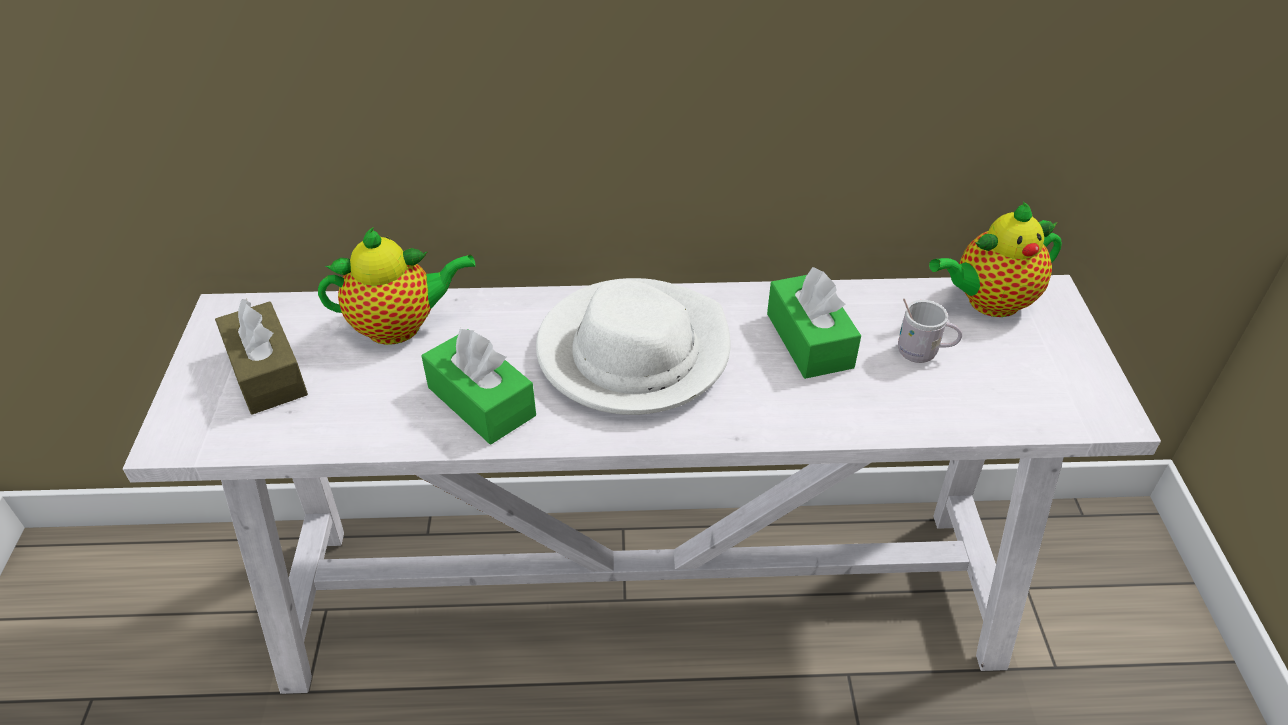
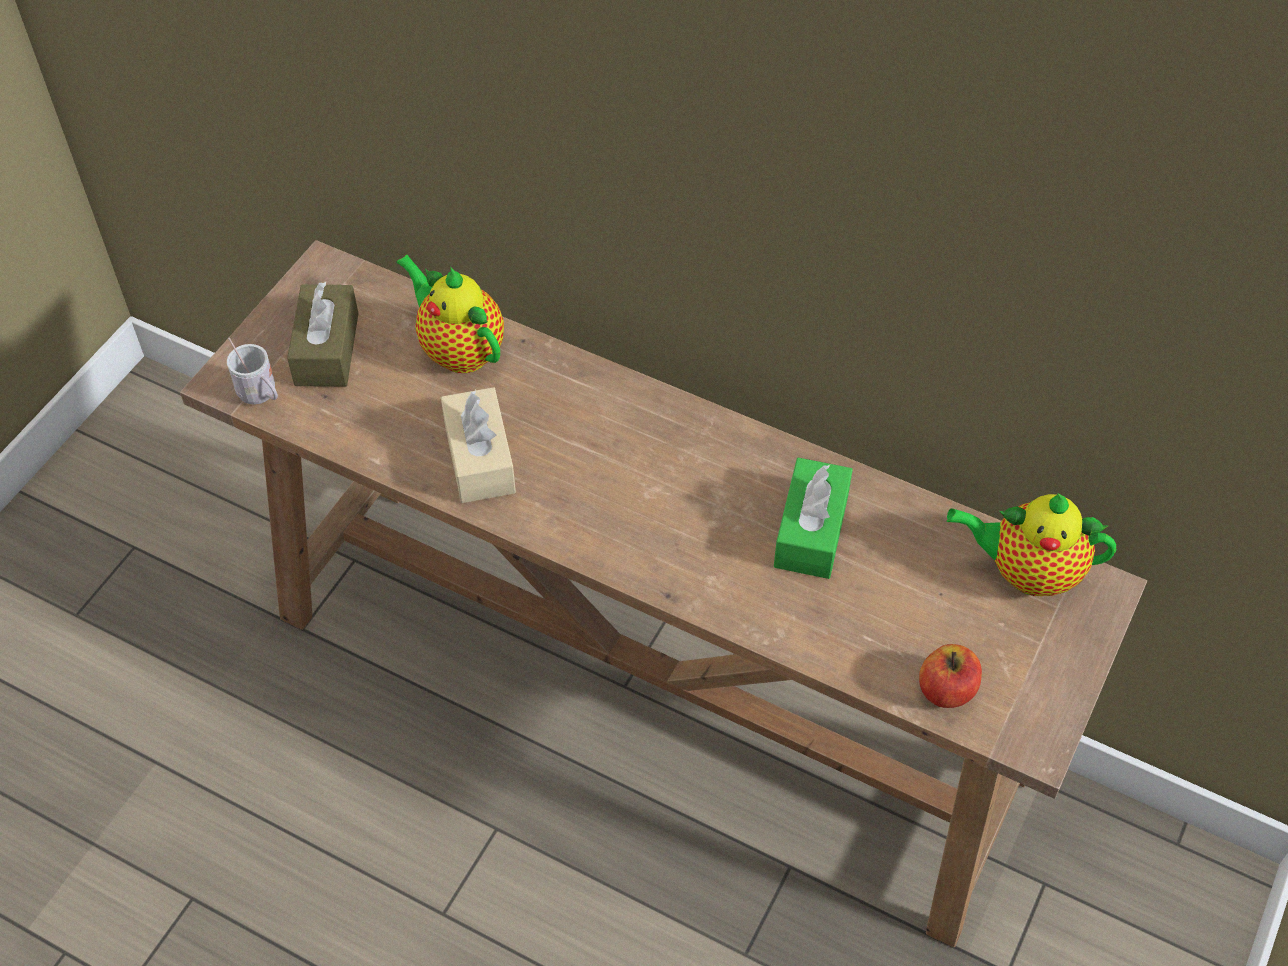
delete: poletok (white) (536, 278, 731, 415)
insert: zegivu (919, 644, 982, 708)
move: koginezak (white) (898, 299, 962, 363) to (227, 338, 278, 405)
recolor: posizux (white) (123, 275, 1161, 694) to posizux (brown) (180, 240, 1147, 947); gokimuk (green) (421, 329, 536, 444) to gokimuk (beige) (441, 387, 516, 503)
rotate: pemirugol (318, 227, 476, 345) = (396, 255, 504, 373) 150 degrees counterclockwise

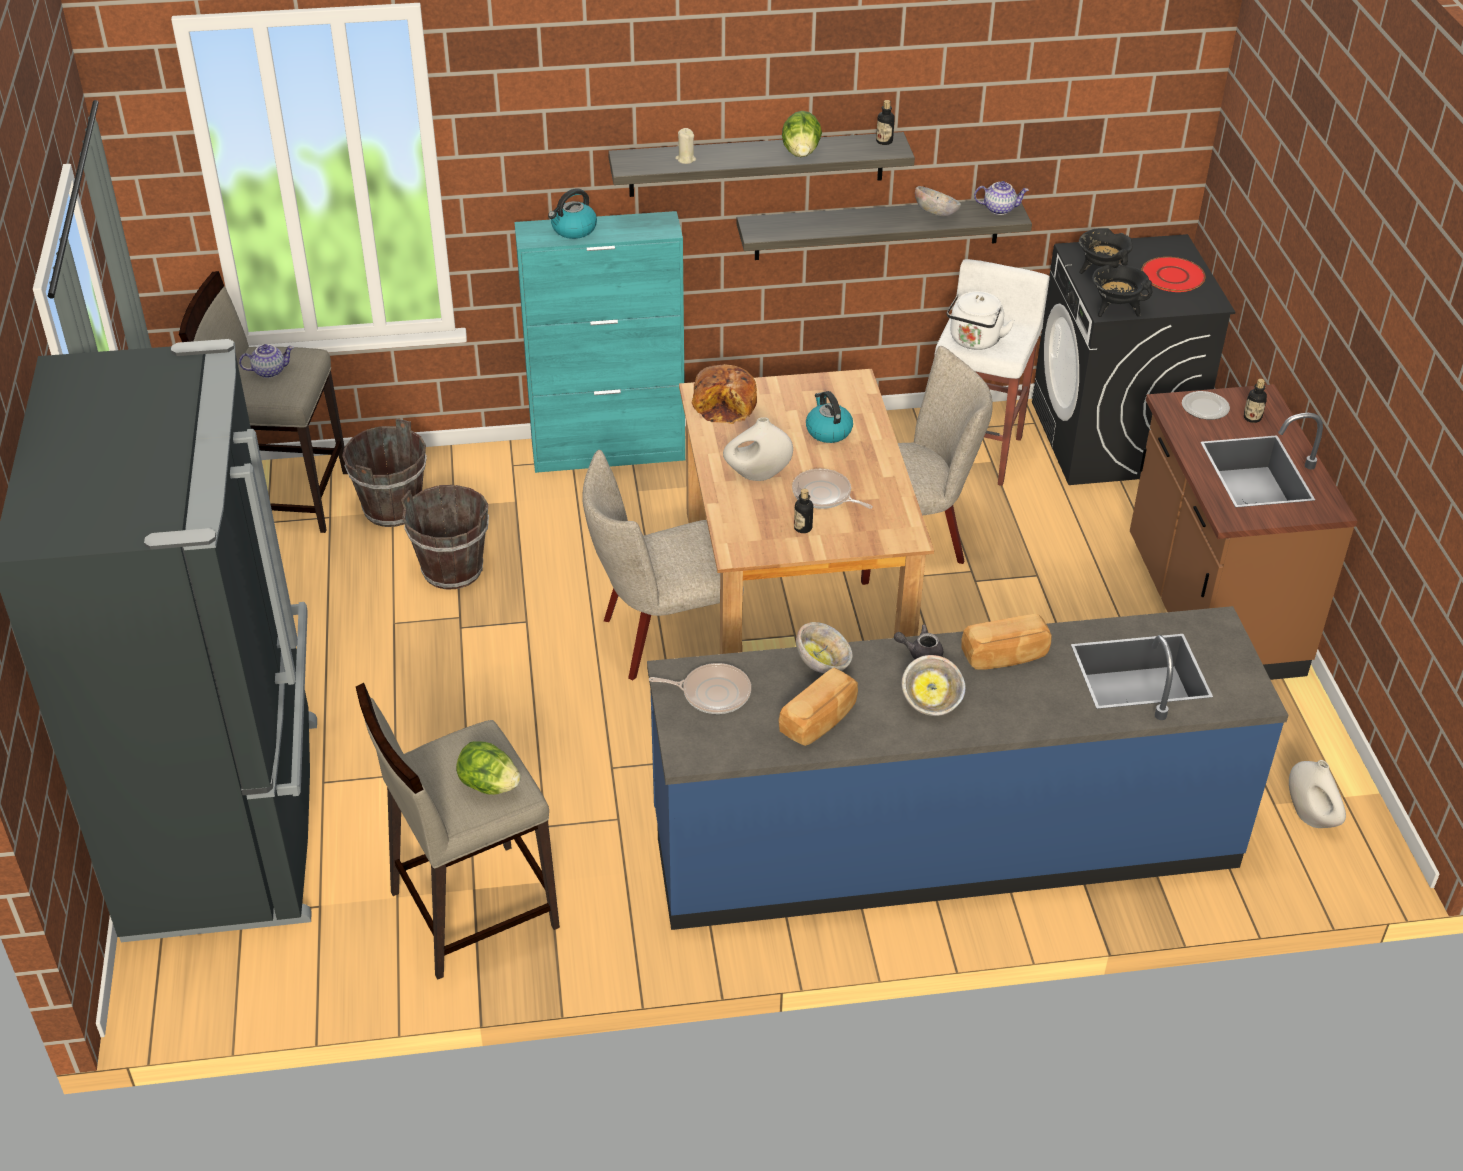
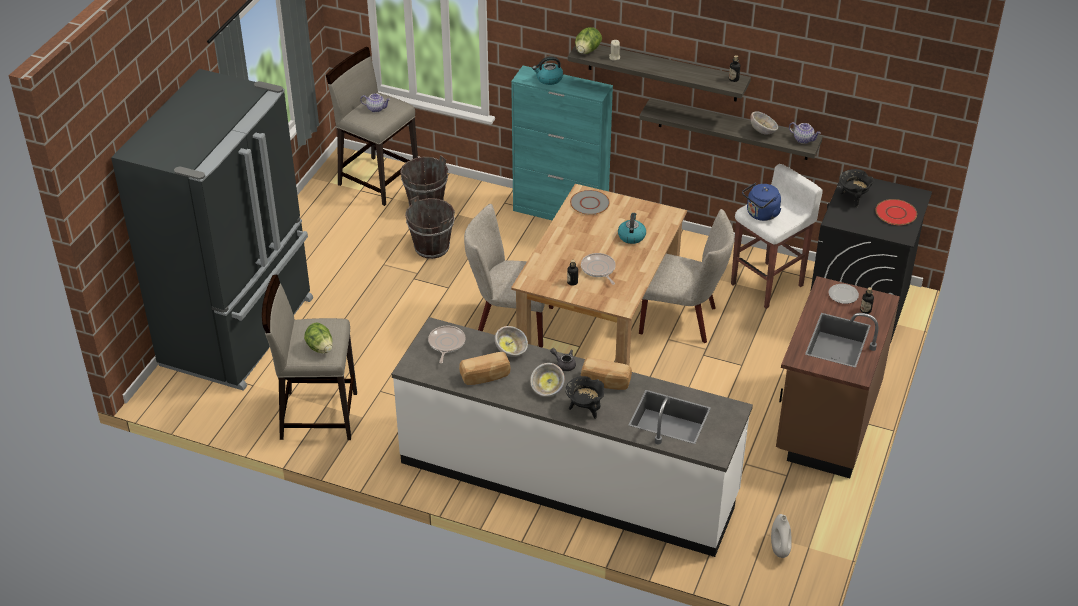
delete: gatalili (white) (723, 417, 793, 481)
move: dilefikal (782, 111, 822, 157) to (575, 27, 602, 54); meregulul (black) (1092, 265, 1152, 317) to (565, 376, 604, 419)
replace: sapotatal (691, 364, 757, 424) to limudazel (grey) (570, 190, 610, 215)
recolor: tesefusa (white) (947, 291, 1015, 350) to tesefusa (blue) (742, 183, 781, 221); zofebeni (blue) (647, 606, 1289, 930) to zofebeni (white) (392, 317, 753, 557)
rotate: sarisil (649, 663, 751, 714) = (428, 326, 466, 363) 120 degrees counterclockwise

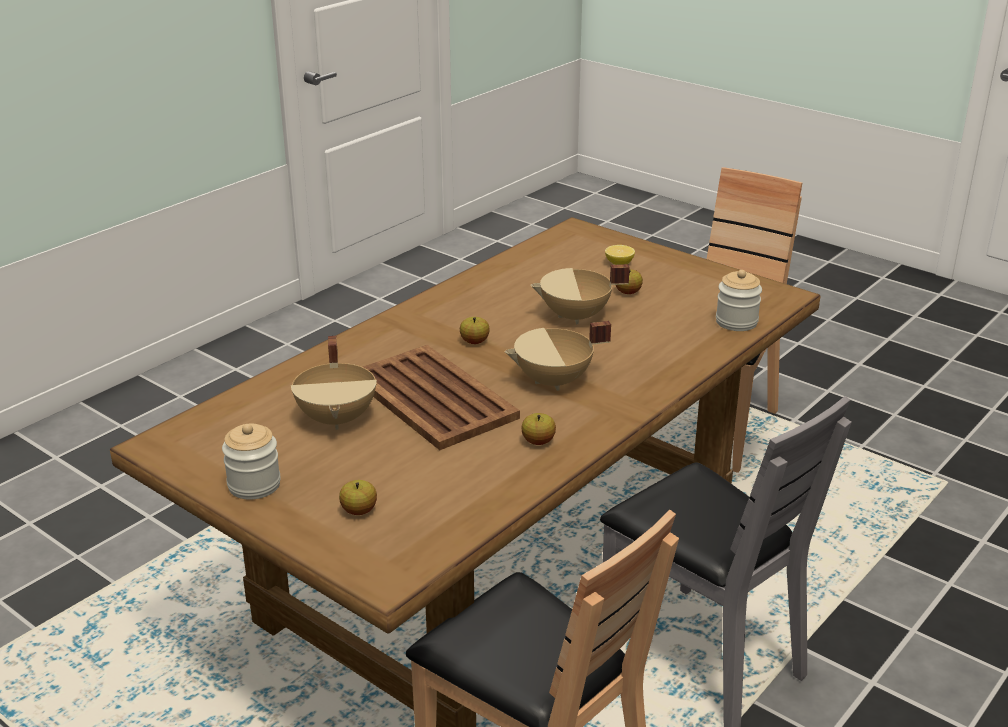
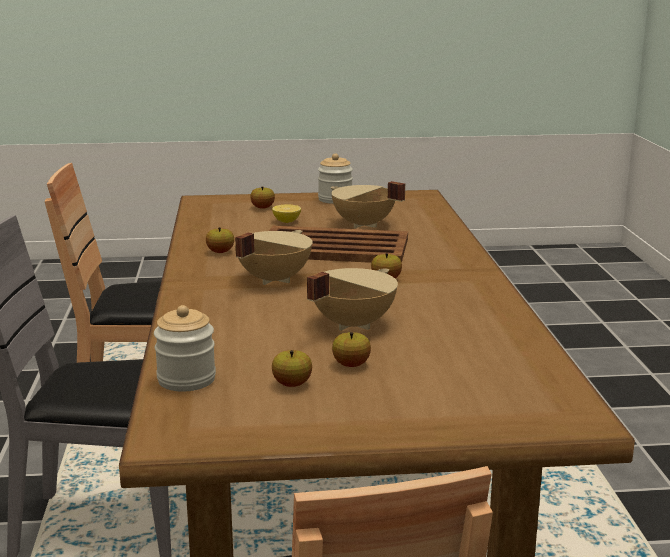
insert: zegivu (272, 350, 312, 387)
move: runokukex (605, 245, 635, 265) to (272, 205, 301, 223)

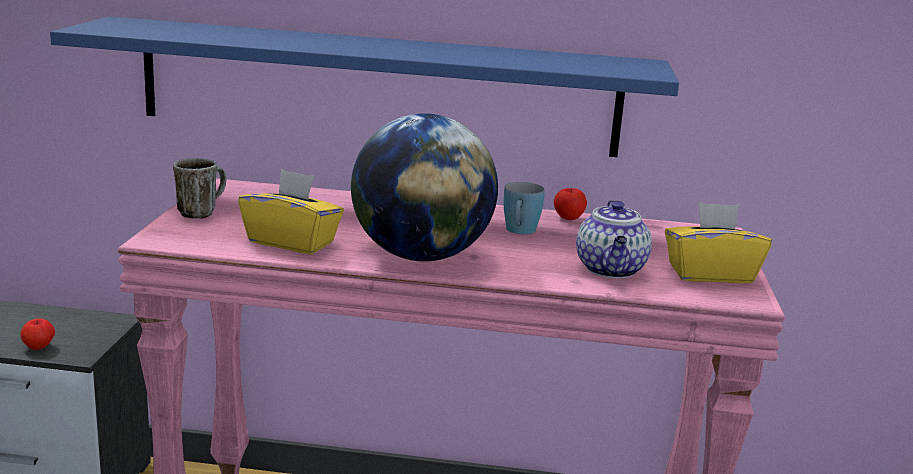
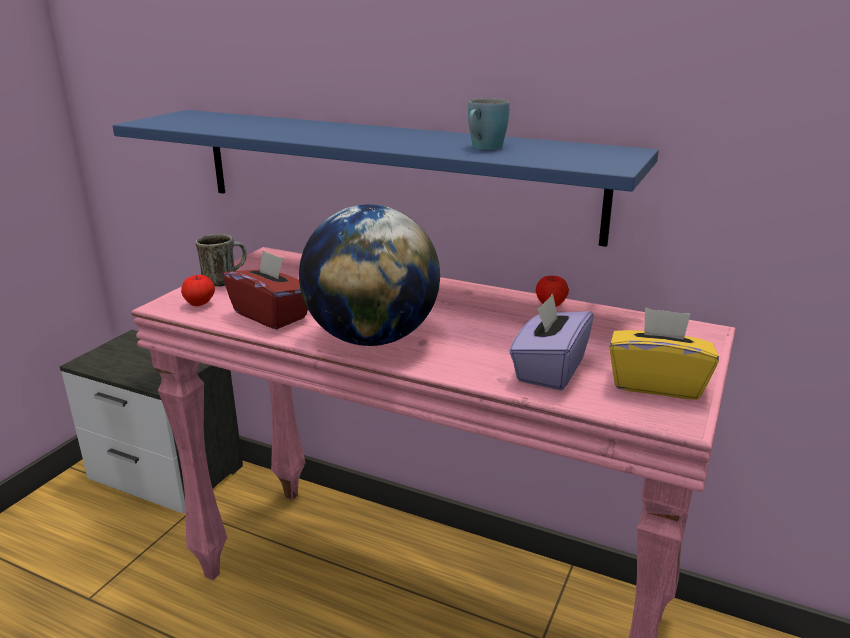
move: koginezak (blue) (504, 182, 545, 234) to (468, 98, 510, 150); zegivu (21, 318, 55, 350) to (181, 275, 215, 306)
replace: pemirugol (576, 200, 652, 278) to gokimuk (purple) (509, 293, 594, 391)
recolor: gokimuk (yellow) (238, 169, 344, 254) to gokimuk (red) (223, 250, 308, 329)

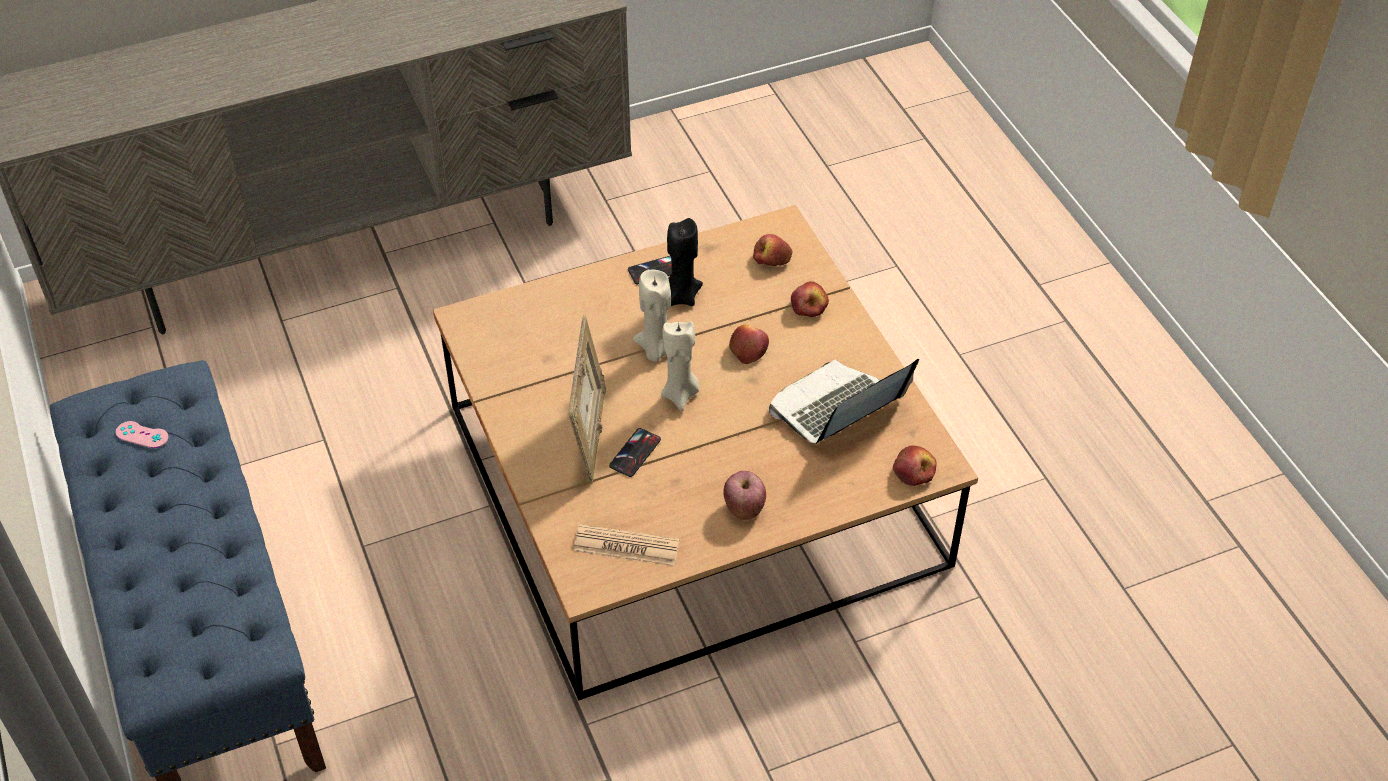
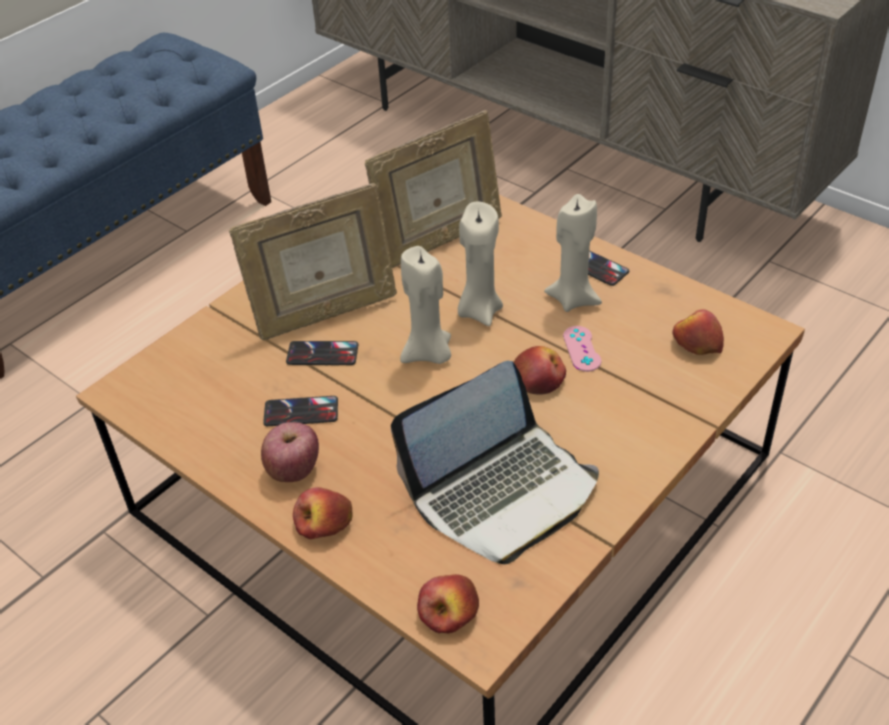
delete: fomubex (573, 524, 680, 566)
insert: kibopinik (365, 110, 502, 268); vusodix (263, 396, 338, 426)
move: zegivu (791, 281, 829, 317) to (293, 487, 352, 539); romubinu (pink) (116, 421, 168, 448) to (563, 326, 601, 372)
recolor: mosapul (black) (667, 218, 703, 306) to mosapul (beige) (544, 194, 602, 312)
rotate: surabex (769, 359, 919, 444) = (391, 361, 599, 564) 120 degrees clockwise

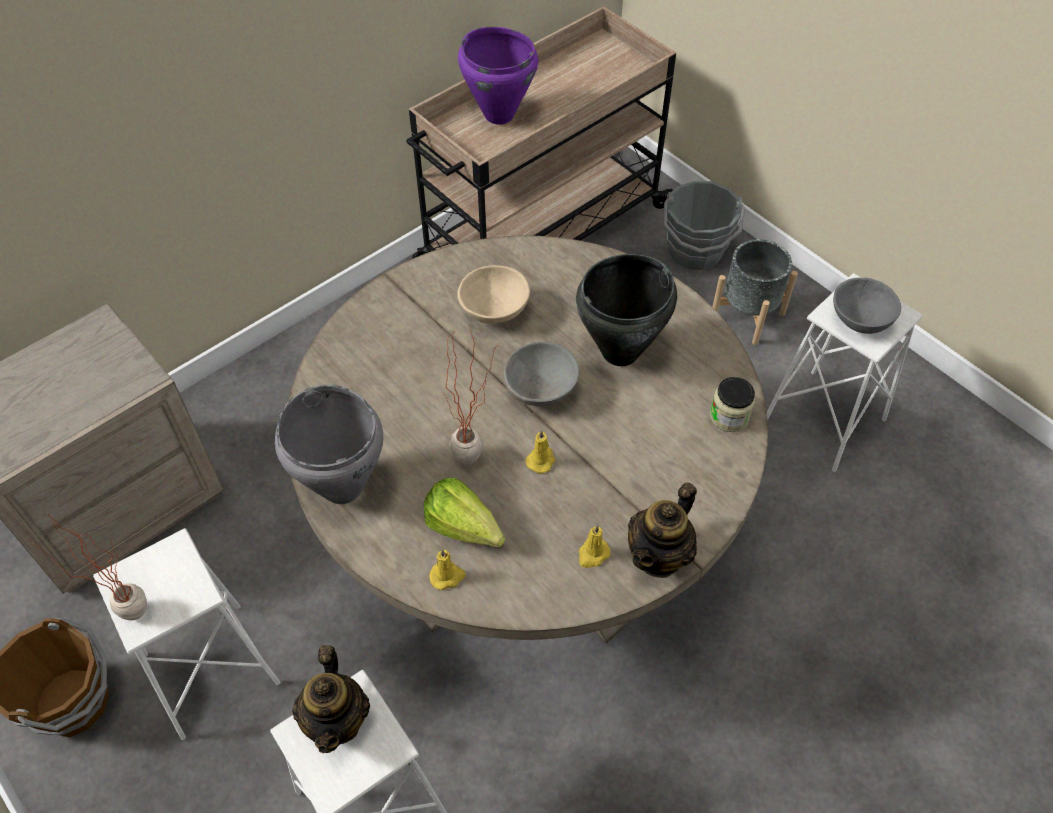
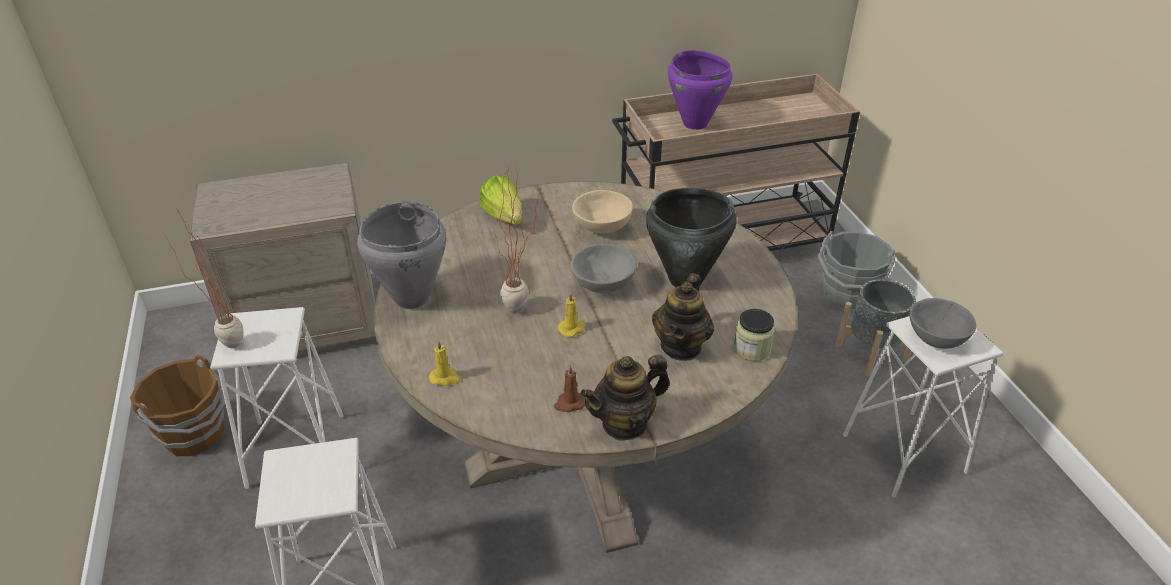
move: dilefikal (424, 478, 505, 547) to (479, 175, 521, 225); pemirugol (292, 645, 370, 753) to (652, 273, 714, 361)
recolor: mosapul (yellow) (578, 525, 611, 568) to mosapul (brown) (554, 365, 586, 412)

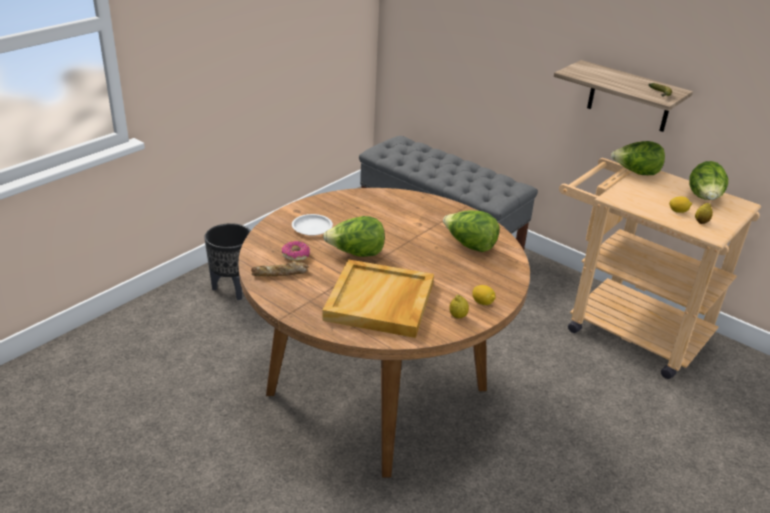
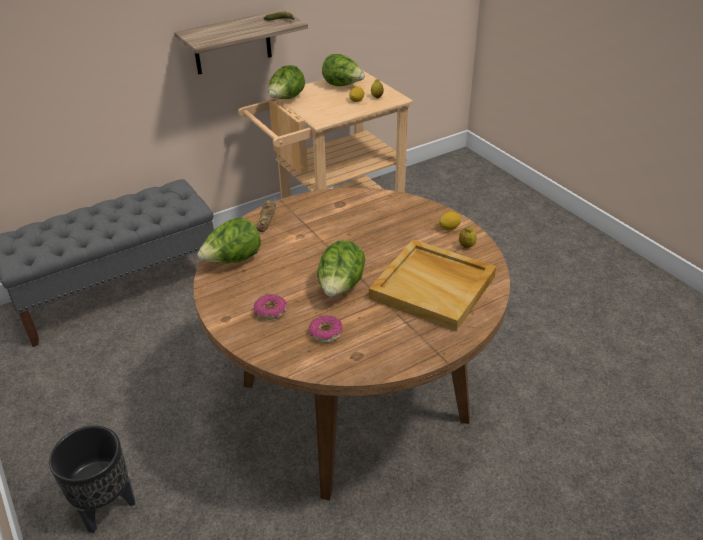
move: dilefikal (443, 210, 500, 252) to (197, 218, 261, 263); sapotatal (251, 261, 309, 276) to (256, 199, 276, 232)
replace: limudazel (white) (292, 214, 333, 236) to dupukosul (254, 294, 287, 320)

